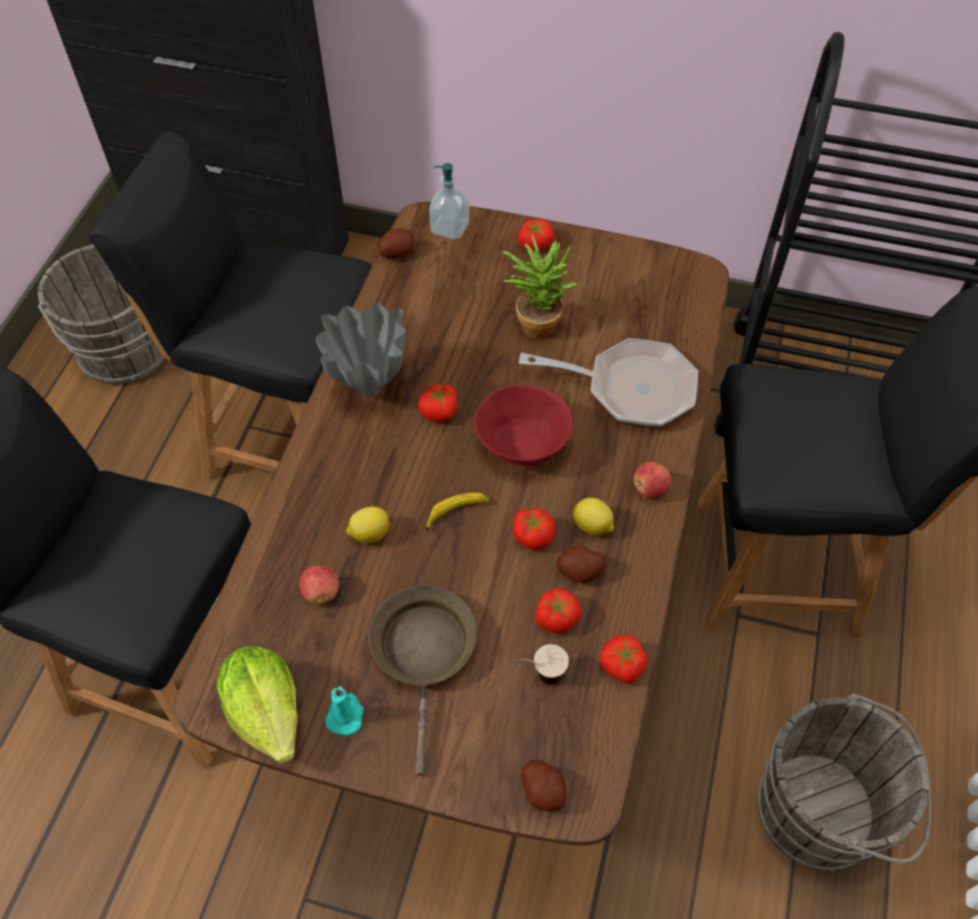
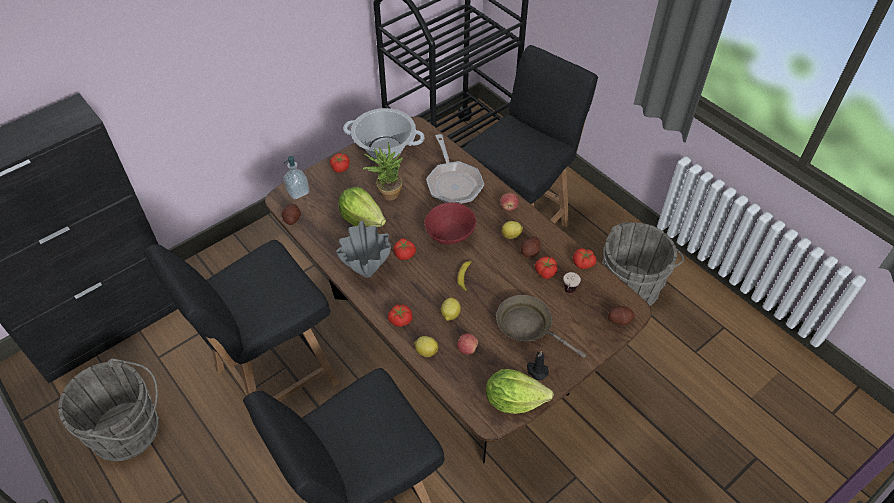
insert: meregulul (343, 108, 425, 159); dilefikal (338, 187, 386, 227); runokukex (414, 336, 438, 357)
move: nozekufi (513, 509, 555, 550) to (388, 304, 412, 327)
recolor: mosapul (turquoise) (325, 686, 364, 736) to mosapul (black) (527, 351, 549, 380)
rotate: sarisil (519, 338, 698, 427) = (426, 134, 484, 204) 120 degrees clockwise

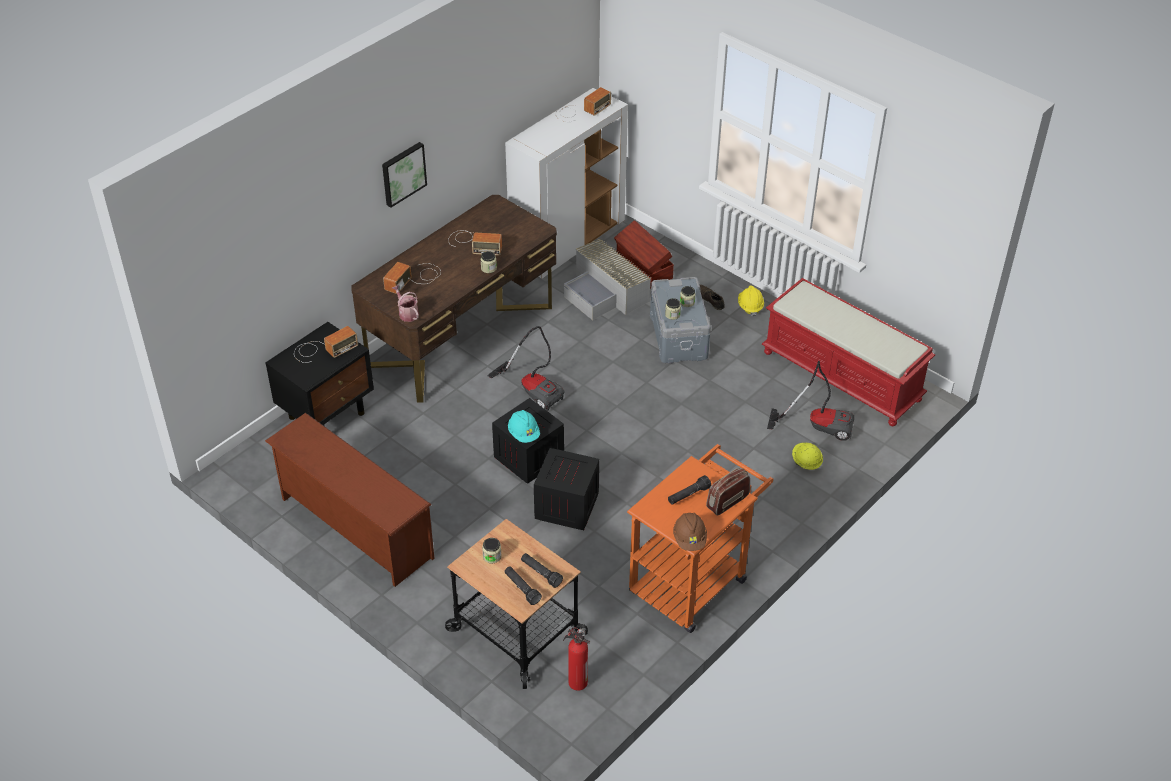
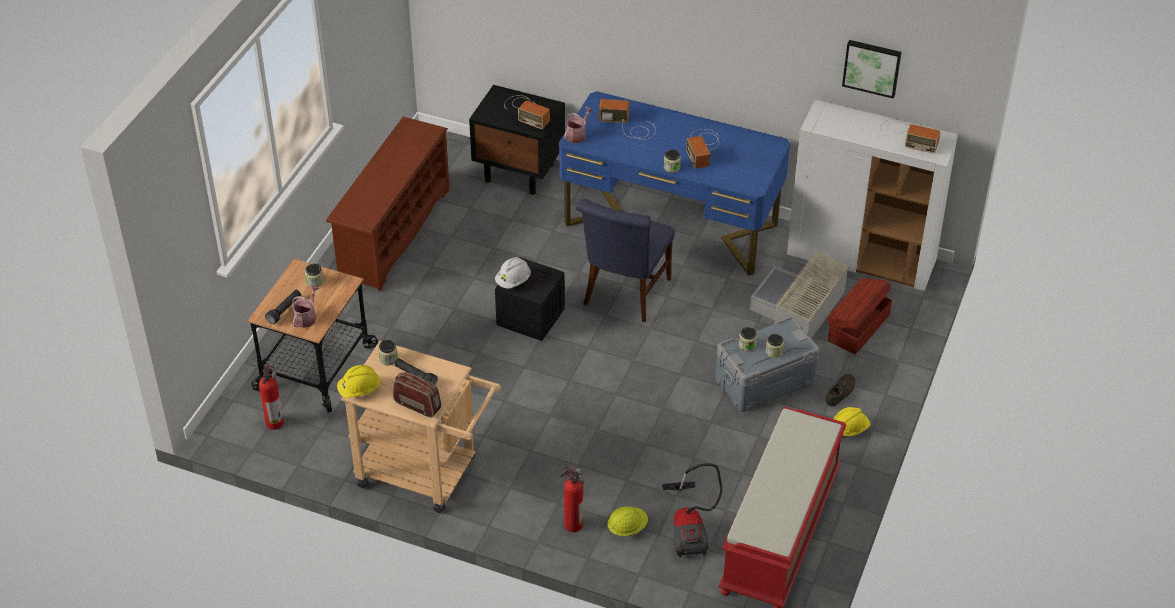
delete: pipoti (534, 448, 599, 530)
insert: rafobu (378, 340, 398, 366); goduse (561, 466, 584, 532)
move: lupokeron (382, 142, 427, 208) to (842, 40, 902, 98)
replace: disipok (488, 326, 564, 411) to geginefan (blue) (575, 199, 675, 322); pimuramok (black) (521, 553, 563, 588) to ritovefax (292, 285, 319, 328)
recolor: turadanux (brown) (352, 195, 557, 403) to turadanux (blue) (559, 91, 790, 276); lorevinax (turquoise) (508, 410, 540, 443) to lorevinax (white) (495, 257, 531, 289); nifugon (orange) (627, 444, 773, 633) to nifugon (beige) (341, 341, 501, 513); lorevinax (brown) (673, 513, 707, 551) to lorevinax (yellow) (337, 365, 380, 398)

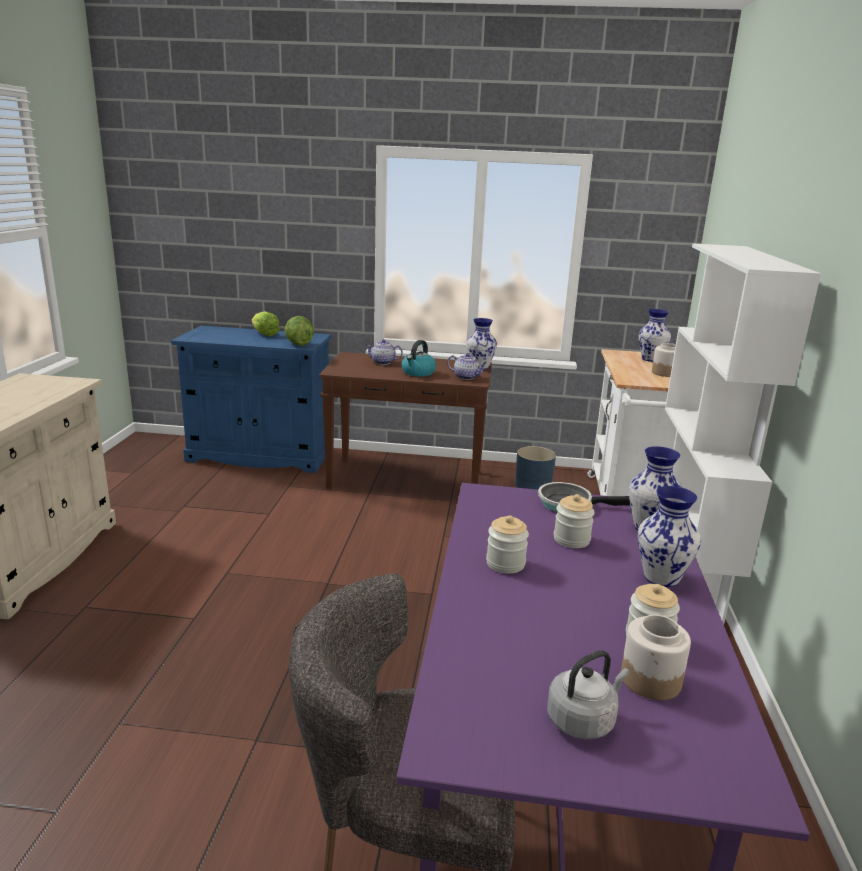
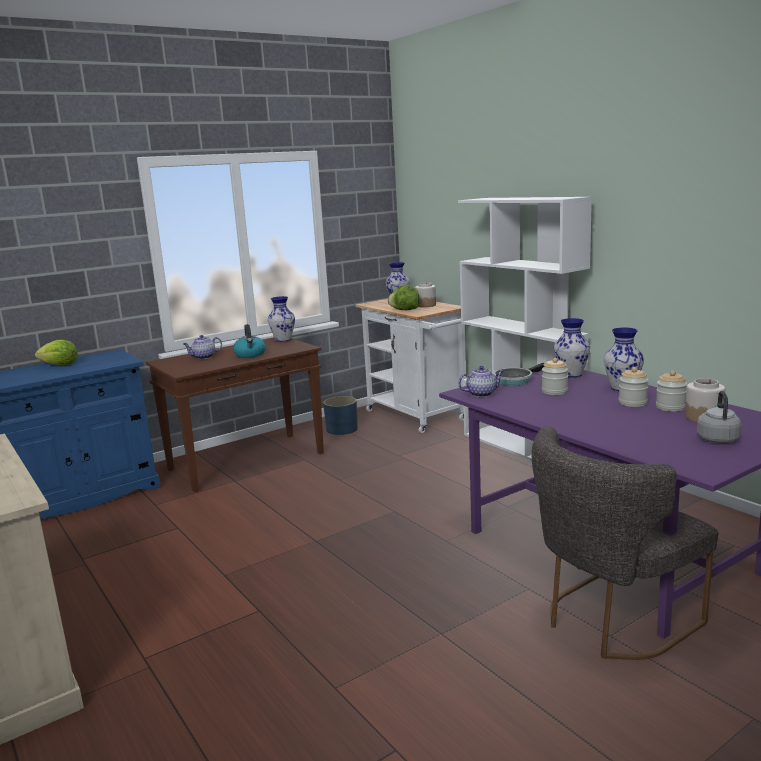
move: dilefikal (284, 316, 314, 345) to (388, 285, 420, 310); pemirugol (447, 353, 487, 380) to (458, 366, 504, 397); rafobu (486, 515, 529, 574) to (619, 367, 649, 407)

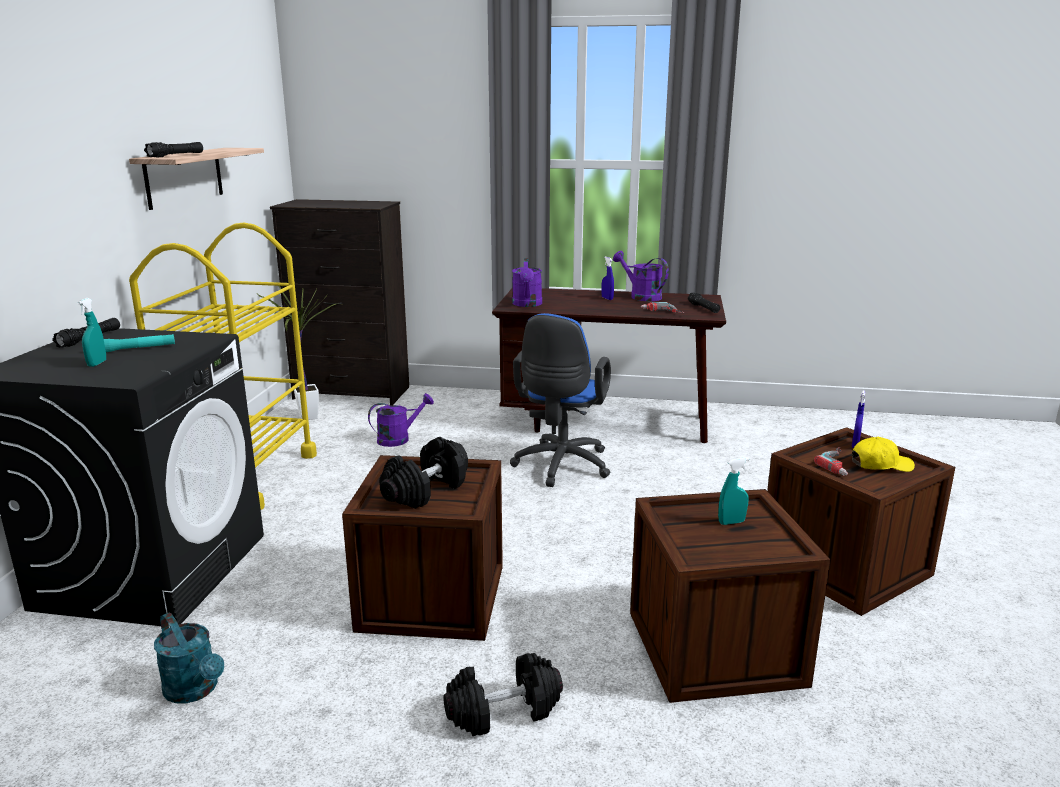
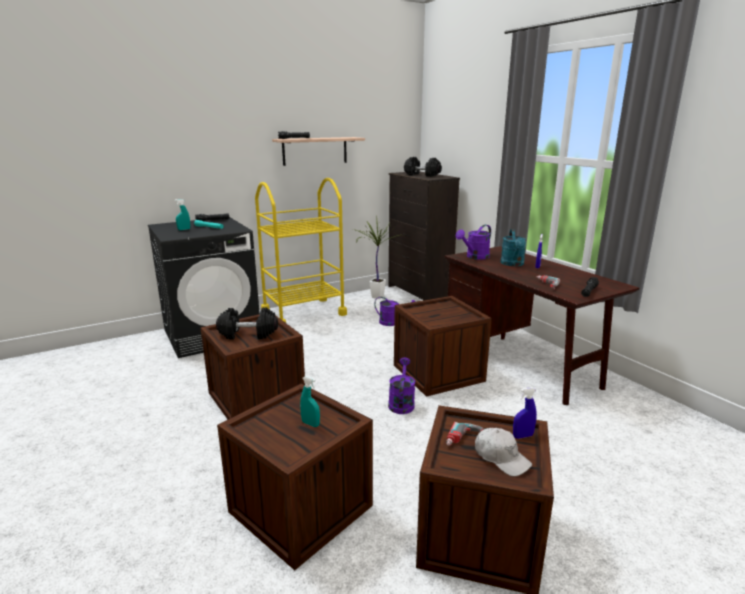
move: ritovefax (purple) (613, 251, 669, 301) to (388, 358, 415, 414); ritovefax (turquoise) (154, 612, 224, 704) to (500, 229, 526, 266); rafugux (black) (443, 653, 563, 736) to (404, 157, 442, 177)
replace: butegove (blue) (510, 313, 611, 487) to pipoti (394, 296, 492, 397)
recolor: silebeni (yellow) (852, 436, 915, 472) to silebeni (white) (475, 428, 532, 477)

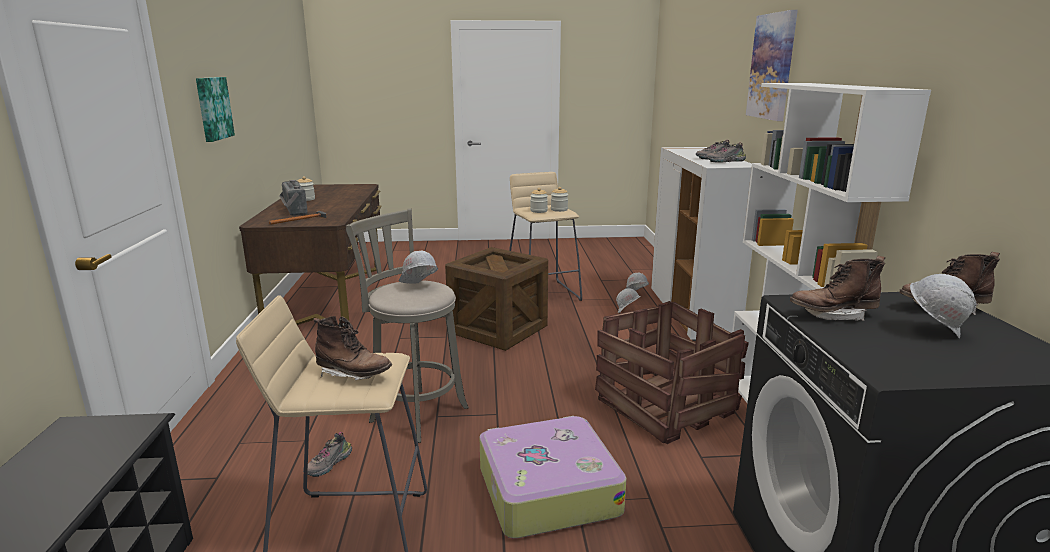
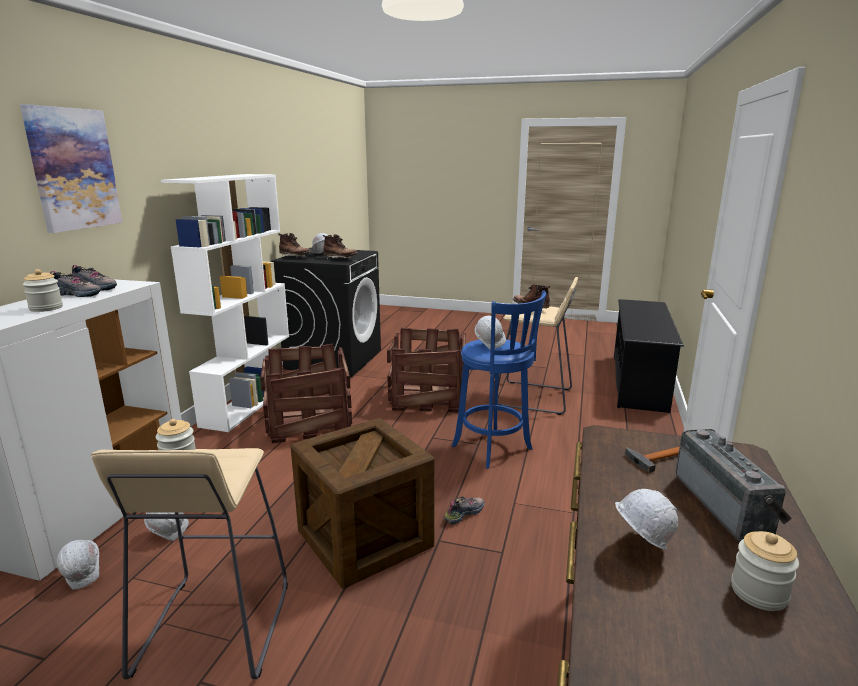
delete: lupokeron (196, 77, 235, 142)
insert: lorevinax (white) (615, 489, 678, 550)
move: rafobu (530, 188, 548, 213) to (23, 269, 63, 312); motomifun (303, 432, 352, 477) to (444, 496, 485, 524)
replace: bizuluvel (479, 416, 627, 538) to pipoti (387, 328, 466, 412)
recolor: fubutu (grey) (346, 208, 469, 443) to fubutu (blue) (452, 290, 547, 469)

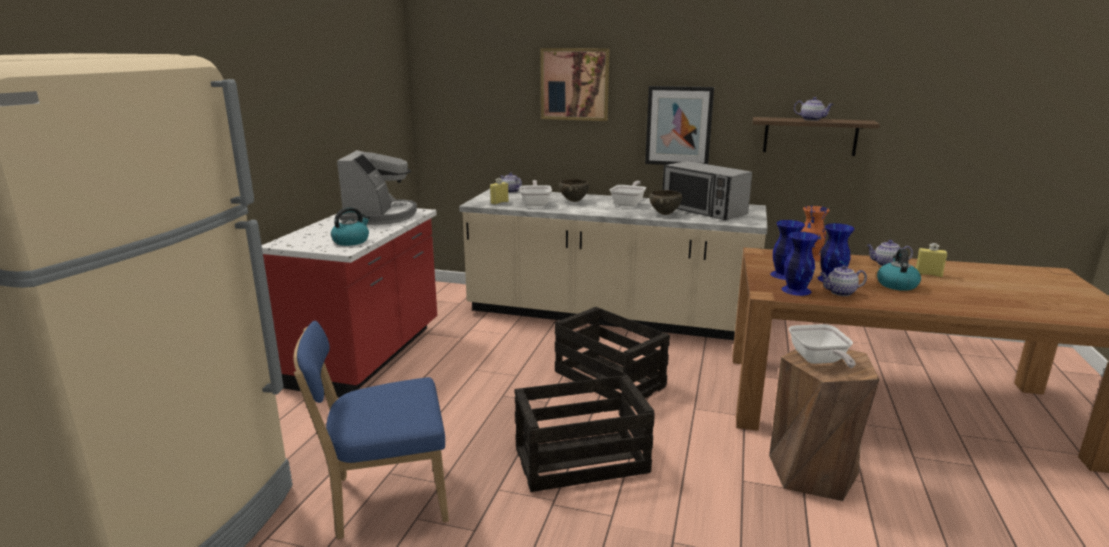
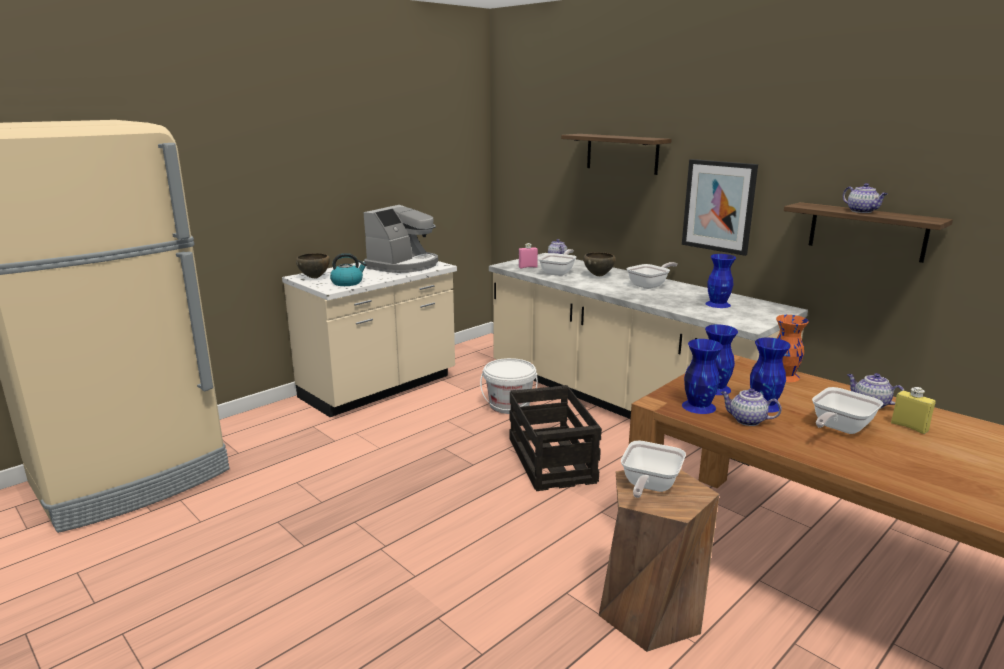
delete: geginefan (blue) (293, 321, 449, 540); pipoti (514, 375, 655, 492)
insert: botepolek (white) (480, 358, 538, 414)
move: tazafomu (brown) (649, 190, 682, 215) to (296, 253, 330, 278)
replace: lupokeron (541, 48, 610, 121) to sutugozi (561, 134, 672, 175); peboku (662, 161, 752, 220) to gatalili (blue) (706, 254, 736, 308); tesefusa (877, 249, 921, 291) to sarisil (812, 387, 883, 434)
recolor: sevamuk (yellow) (490, 178, 509, 205) to sevamuk (pink) (519, 243, 538, 269); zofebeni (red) (262, 208, 437, 398) to zofebeni (beige) (282, 261, 457, 417)

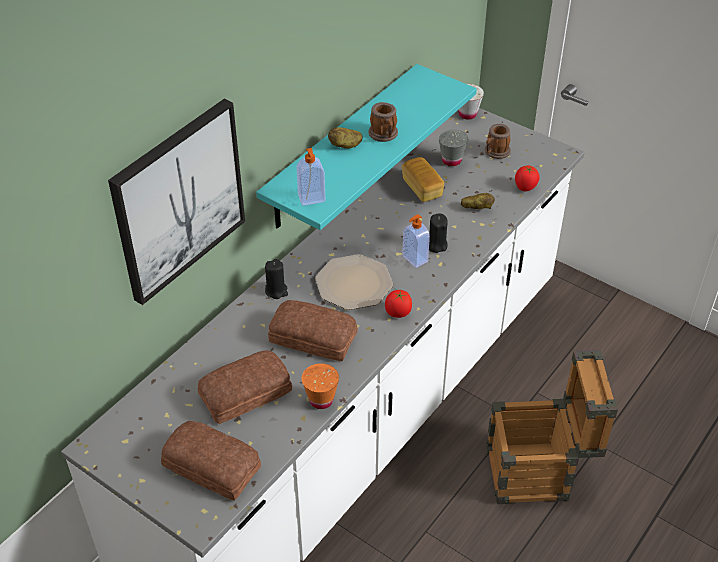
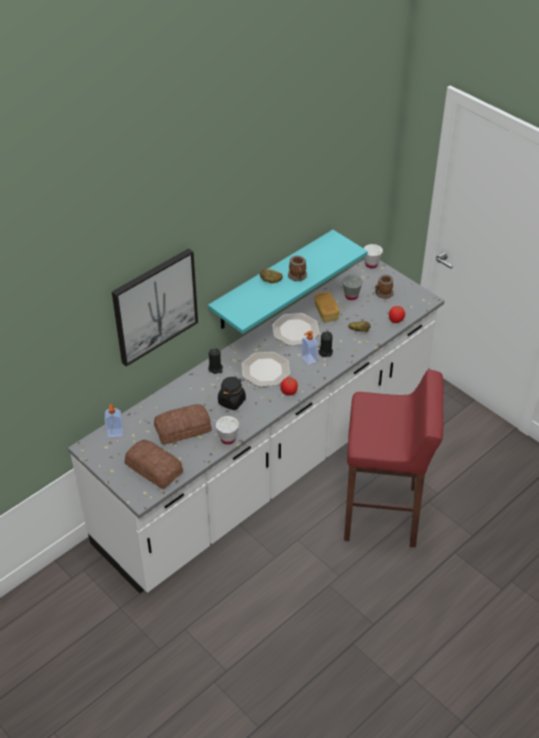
insert: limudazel (272, 313, 320, 346)
move: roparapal (296, 148, 325, 206) to (105, 404, 123, 437)
replace: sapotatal (268, 300, 358, 361) to rafobu (black) (218, 376, 246, 410); pipoti (486, 350, 618, 504) to fubutu (red) (344, 370, 444, 547)
recolor: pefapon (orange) (302, 363, 339, 409) to pefapon (white) (216, 416, 239, 445)

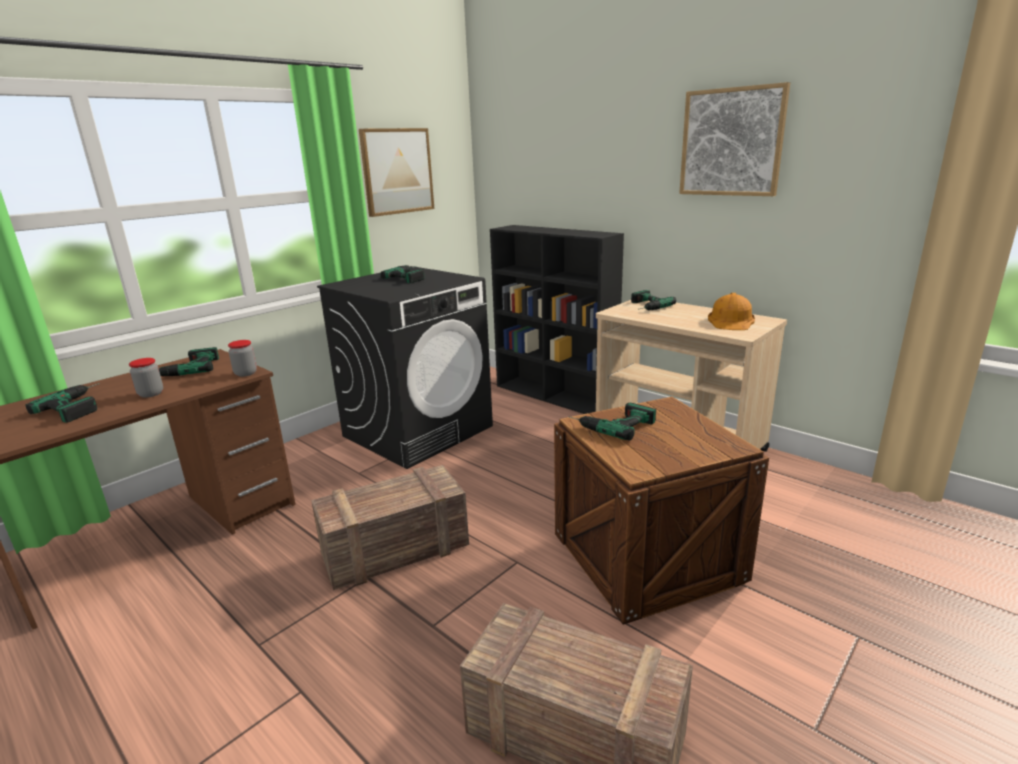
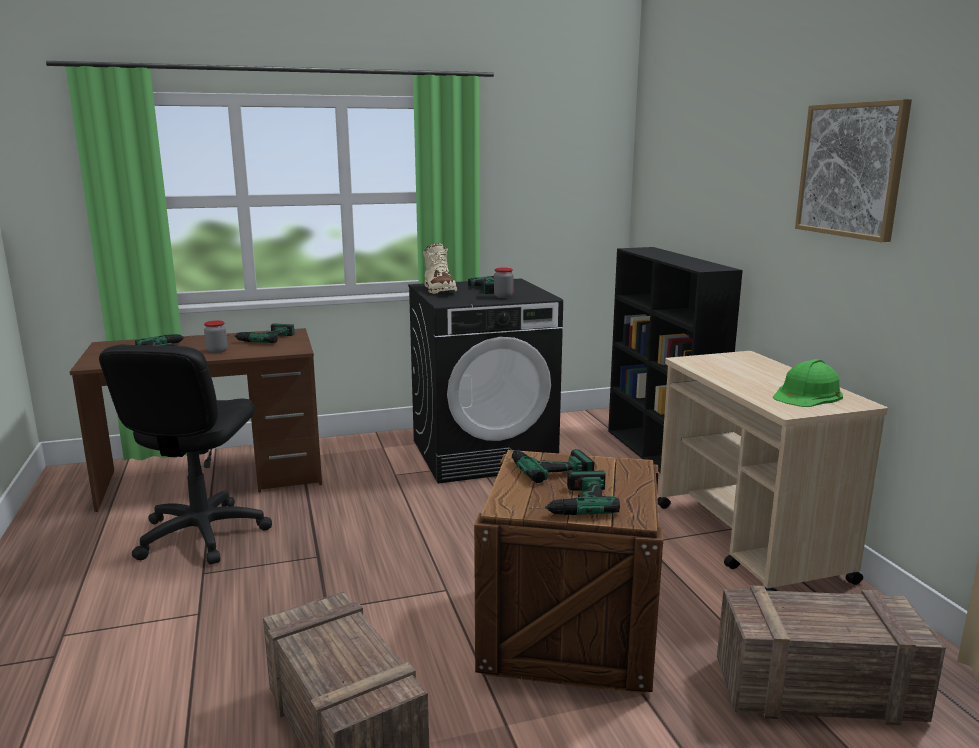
delete: lupokeron (359, 128, 434, 217)
insert: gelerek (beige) (423, 243, 457, 294); butegove (black) (99, 345, 272, 564)
move: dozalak (631, 290, 676, 311) to (530, 471, 620, 515); rafobu (228, 340, 257, 377) to (494, 268, 514, 298); pipoti (311, 465, 469, 590) to (717, 585, 946, 725)
recolor: lorevinax (orange) (708, 293, 755, 330) to lorevinax (green) (773, 359, 843, 407)

